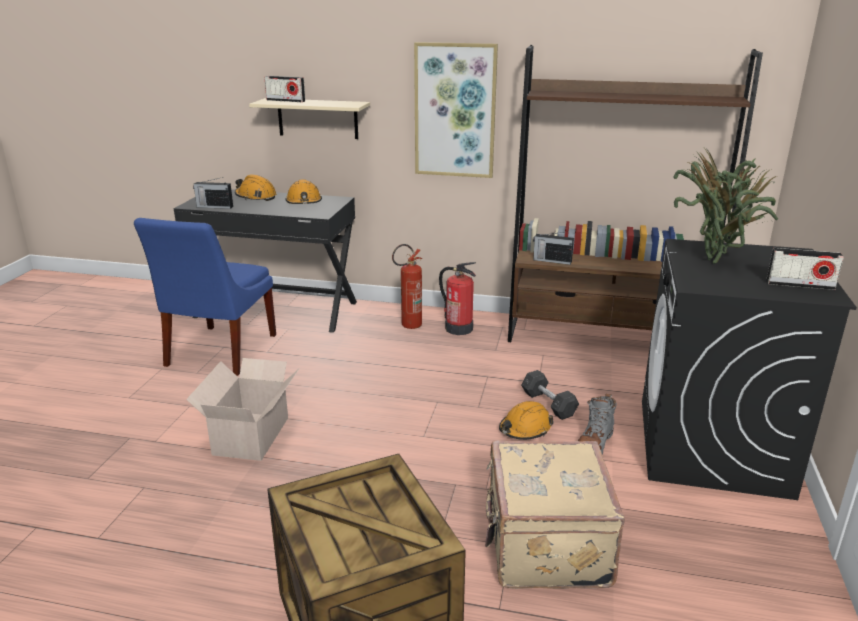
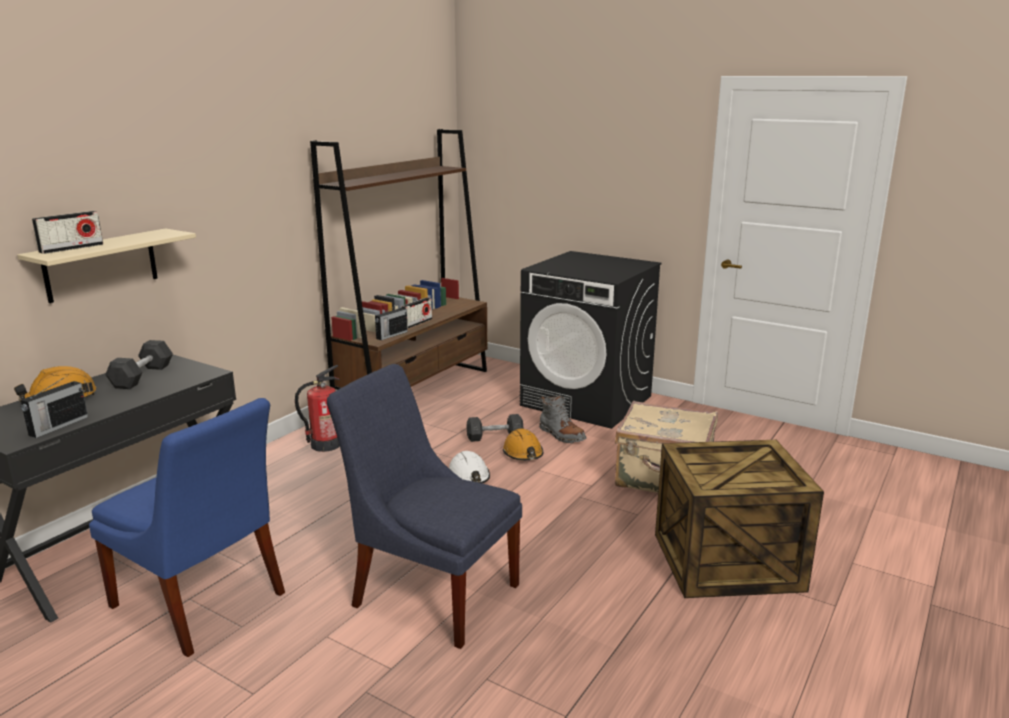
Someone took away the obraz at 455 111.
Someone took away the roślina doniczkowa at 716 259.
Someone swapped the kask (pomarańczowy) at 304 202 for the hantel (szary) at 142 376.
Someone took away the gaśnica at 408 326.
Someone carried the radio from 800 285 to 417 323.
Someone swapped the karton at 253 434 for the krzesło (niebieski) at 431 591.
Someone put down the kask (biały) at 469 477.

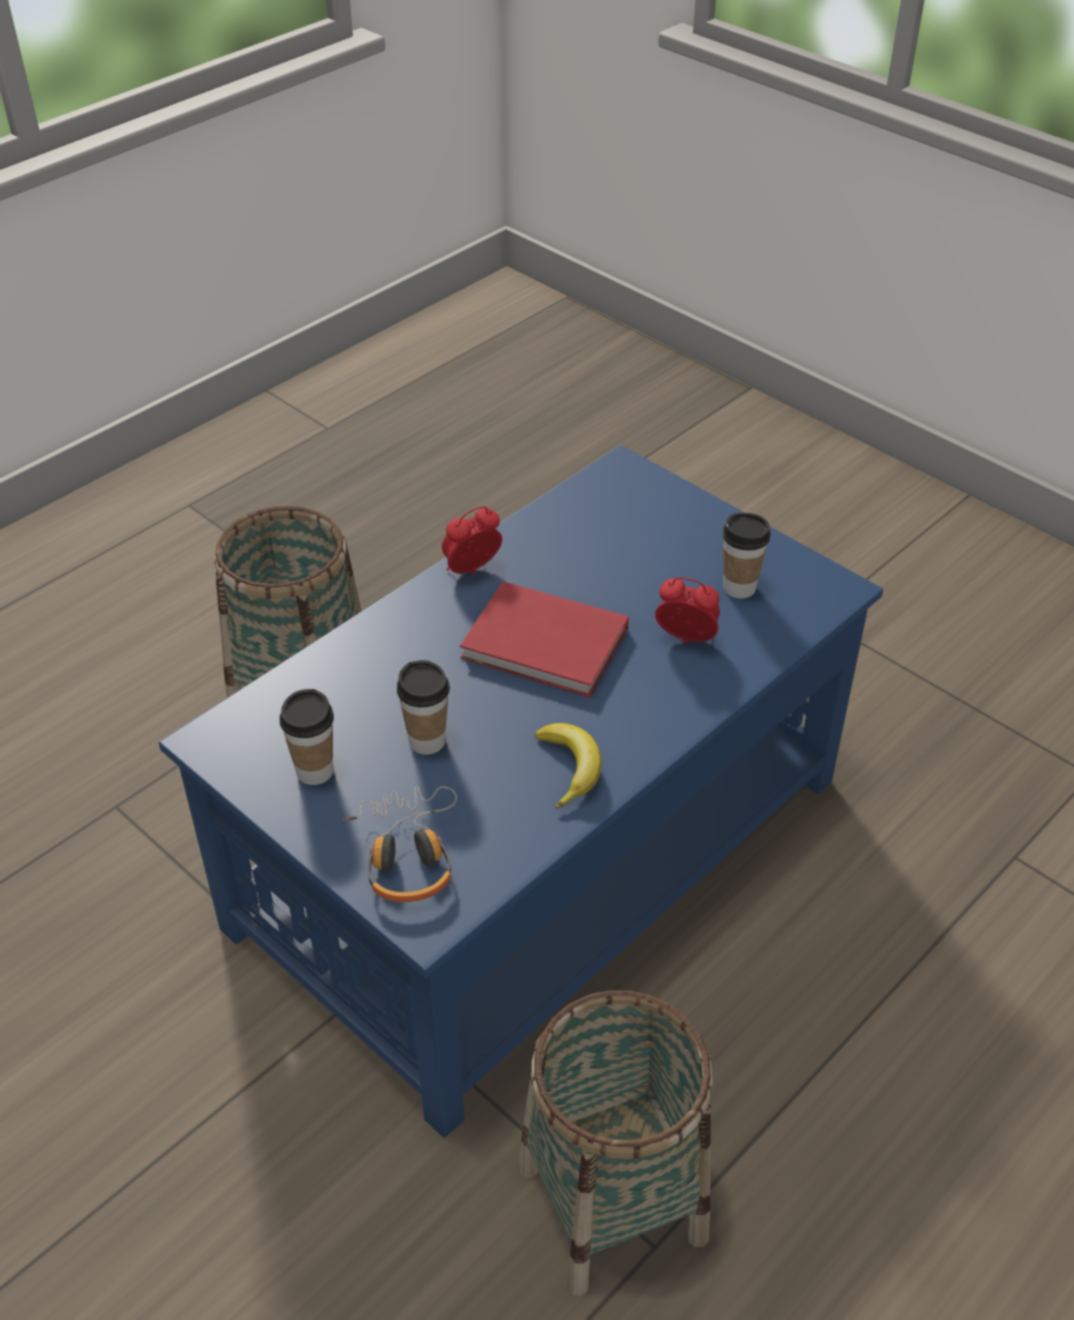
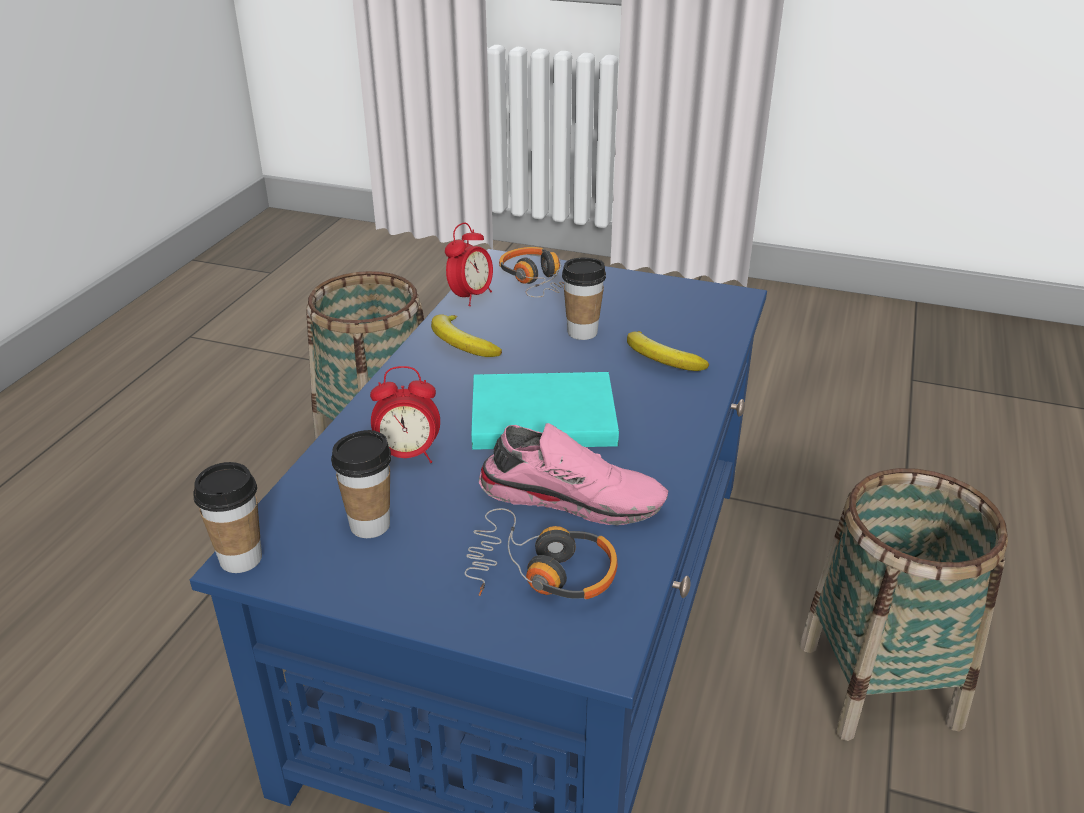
Someone carried the budzik from 472 571 to 471 297.
Someone repainted the książka (czerwony) at 548 646, which became the książka (turkusowy) at 538 415.
Someone carried the filiżanka from 314 771 to 241 559.
Someone put down the banan at 661 360.
Someone put down the but (różowy) at 573 497.
Someone put down the słuchawki at 540 572.

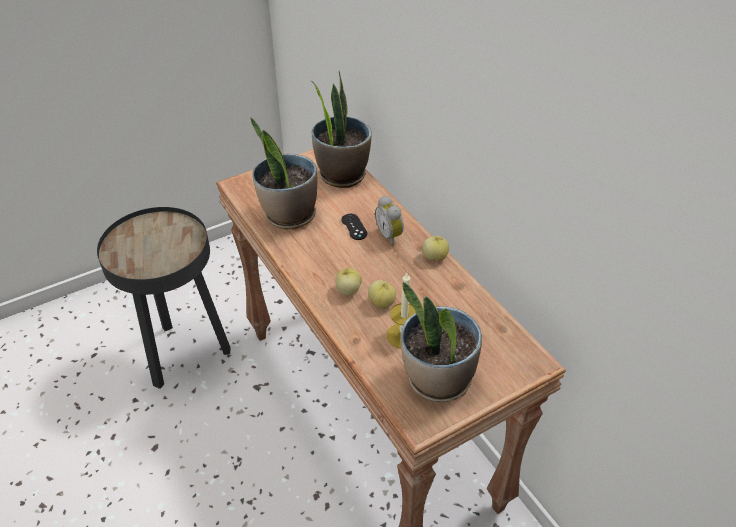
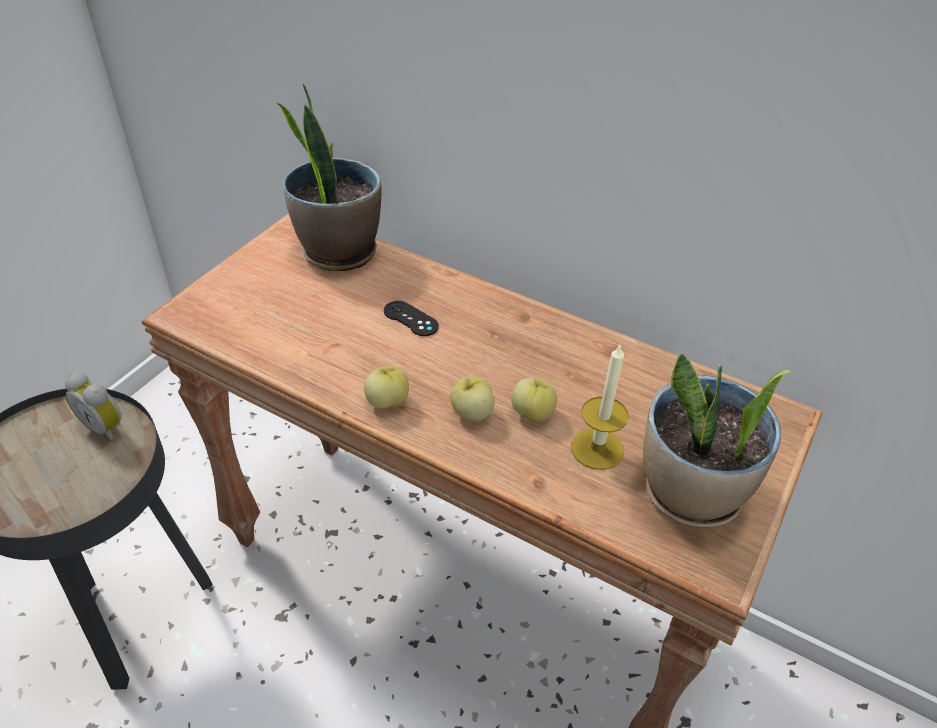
Someone took away the roślina doniczkowa at 289 215.
Someone carried the budzik from 390 236 to 106 427.
Someone carried the jabłko from 434 257 to 387 401.

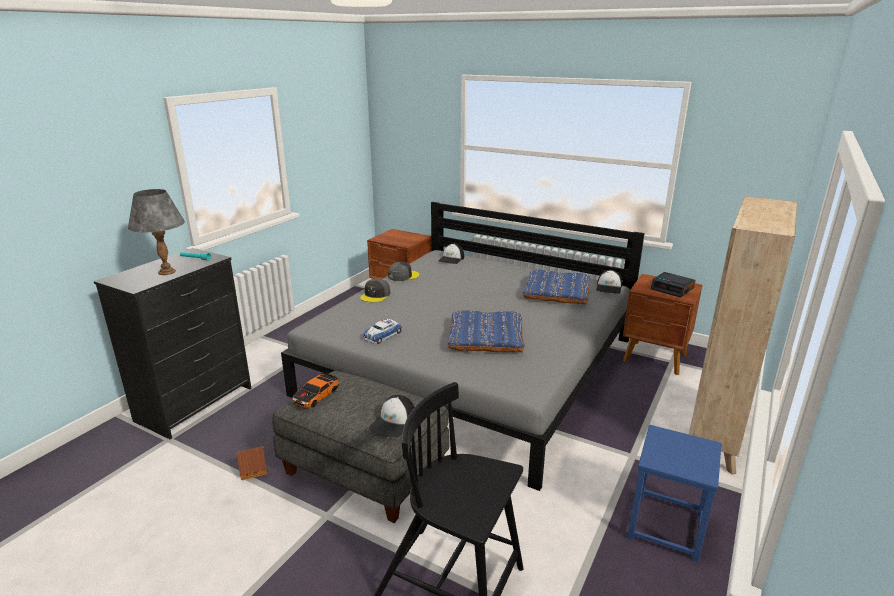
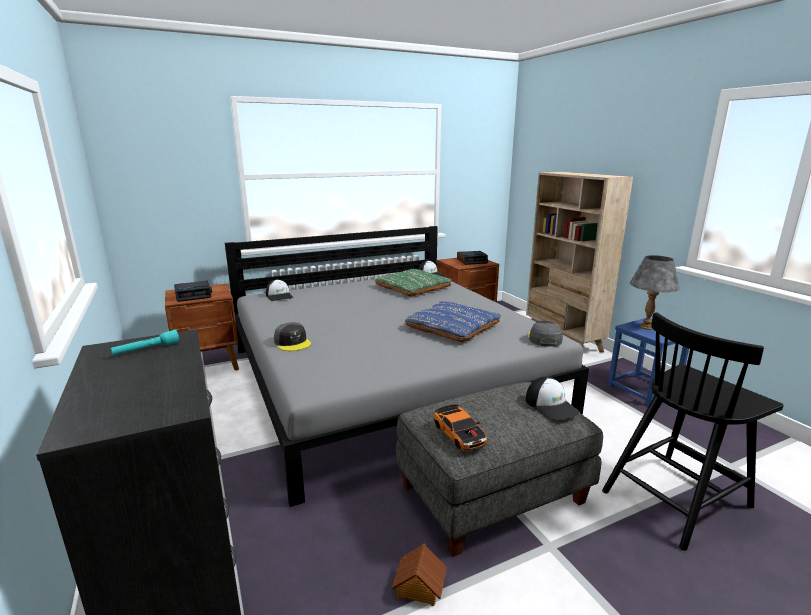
Someone carried the lampa stołowa (szary) from 166 272 to 646 327.
Someone carried the czapka z daszkiem (szary) from 403 276 to 544 338.
Someone repainted the poduszka (niebieski) at 557 292, which became the poduszka (zielony) at 413 287.
Someone took away the samochodzik at 382 335.
Someone put down the budzik at 193 295.

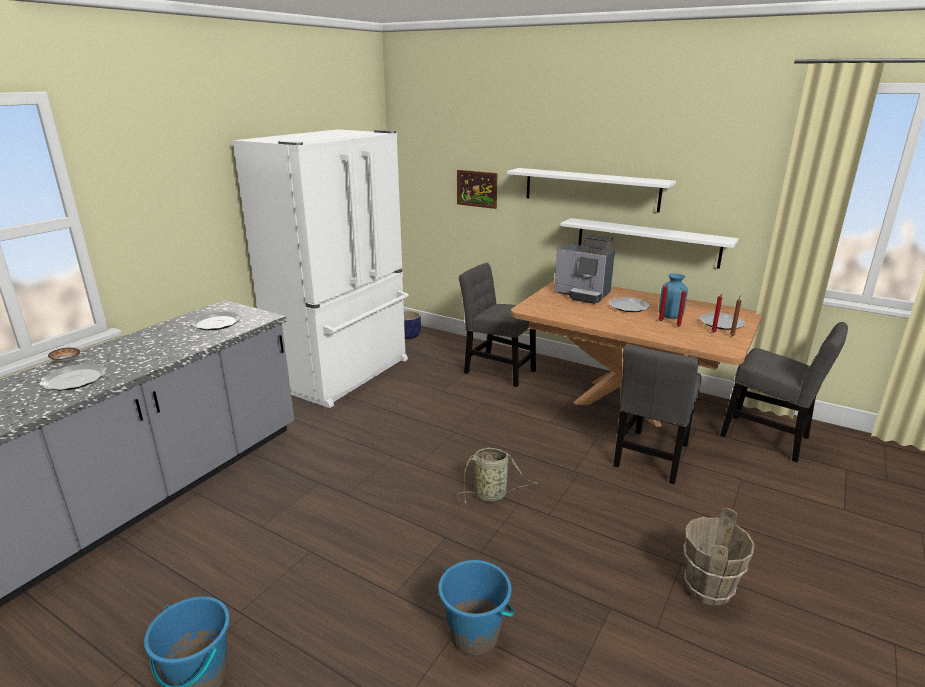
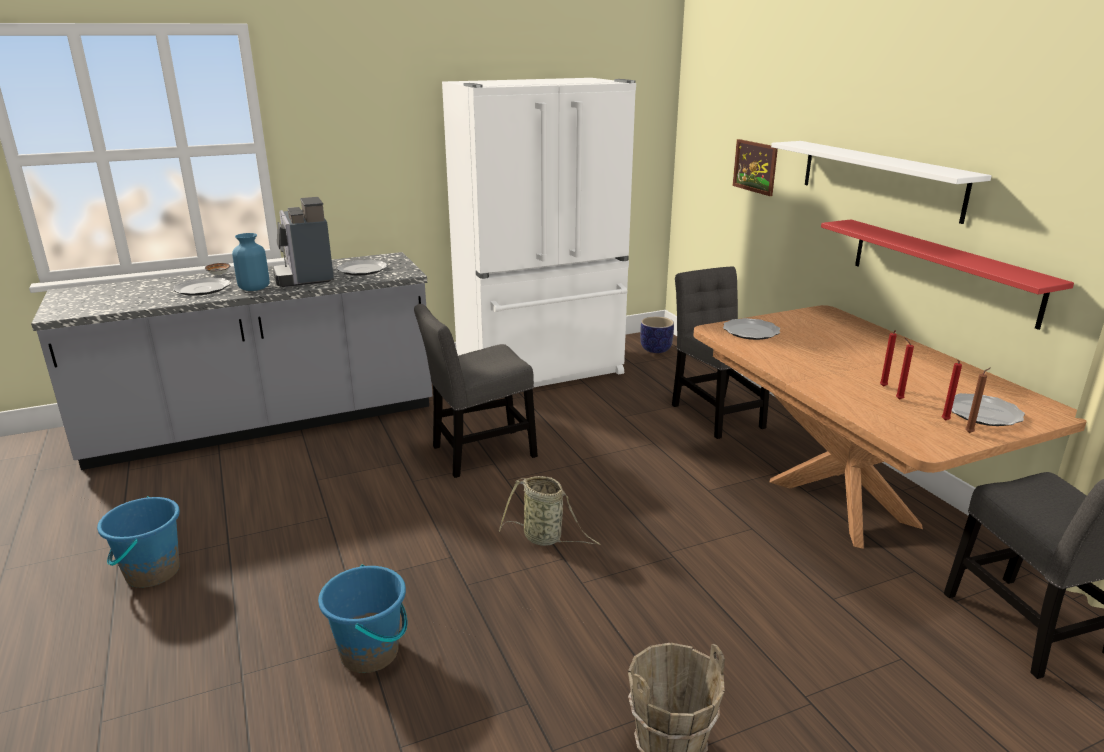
Someone repainted the półka (biały) at 647 242, which became the półka (czerwony) at 942 270.
Someone carried the ekspres do kawy from 583 295 to 305 277.
Someone carried the wazon (niebieski) from 670 316 to 254 288.
Someone carried the talerz from 628 306 to 751 331.
Someone carried the krzesło (szary) from 651 458 to 479 453.

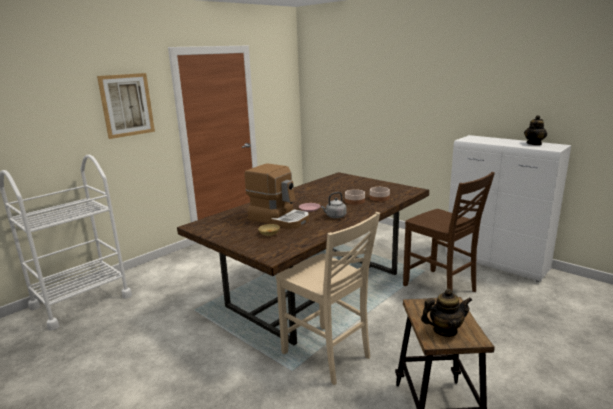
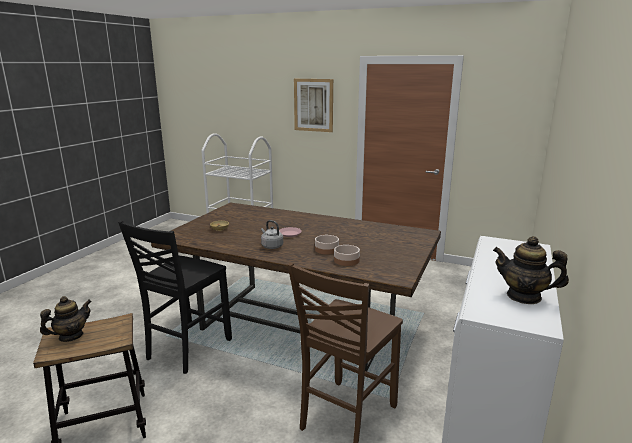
Someone took away the ekspres do kawy at 279 218.
Someone repainted the krzesło (beżowy) at 327 355, which became the krzesło (czarny) at 187 349.
Someone rotated the imbryk at 444 330 by 105 degrees counterclockwise.

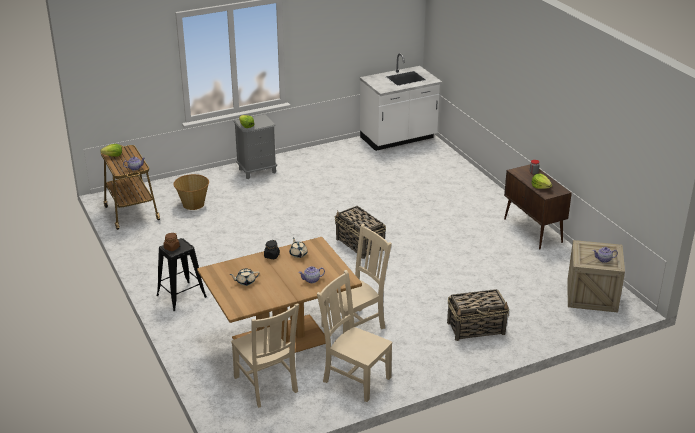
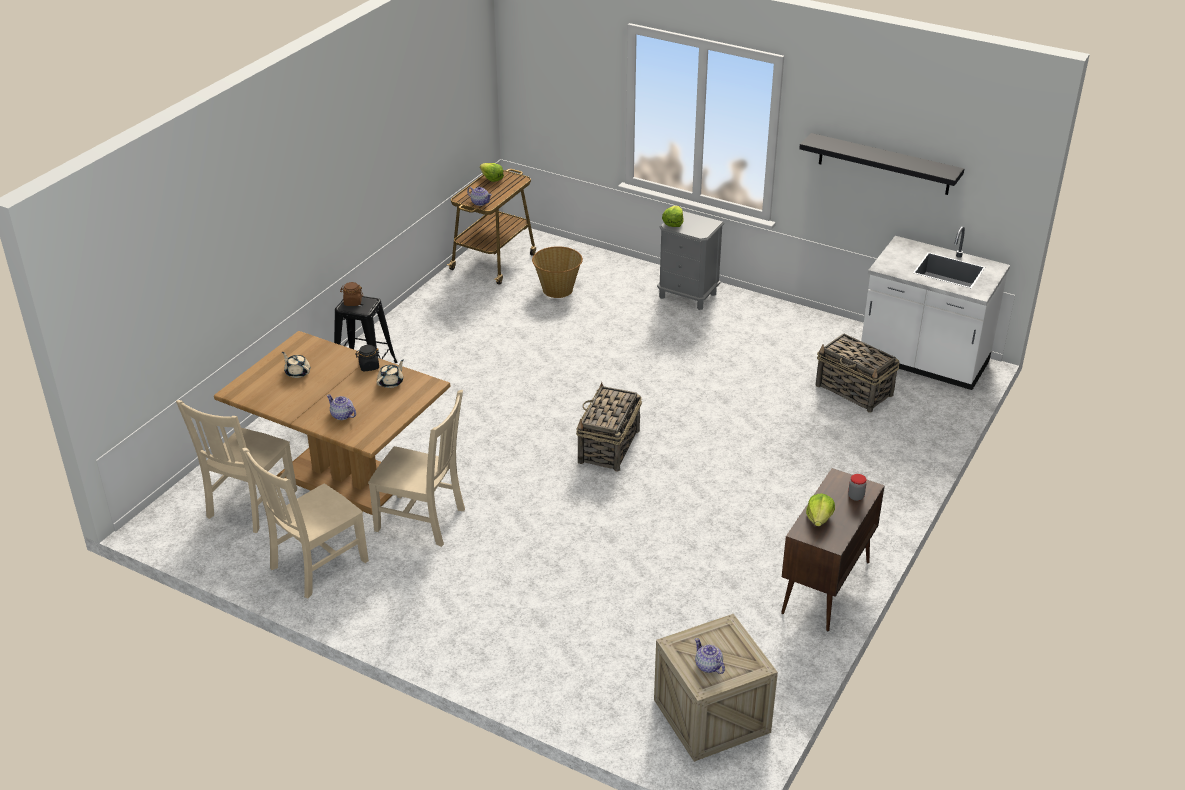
Someone rotated the krzesło (beżowy) at 355 378 by 135 degrees counterclockwise.
Someone carried the koszyk from 476 328 to 854 391.
Someone put up the półka (czarny) at 884 164.

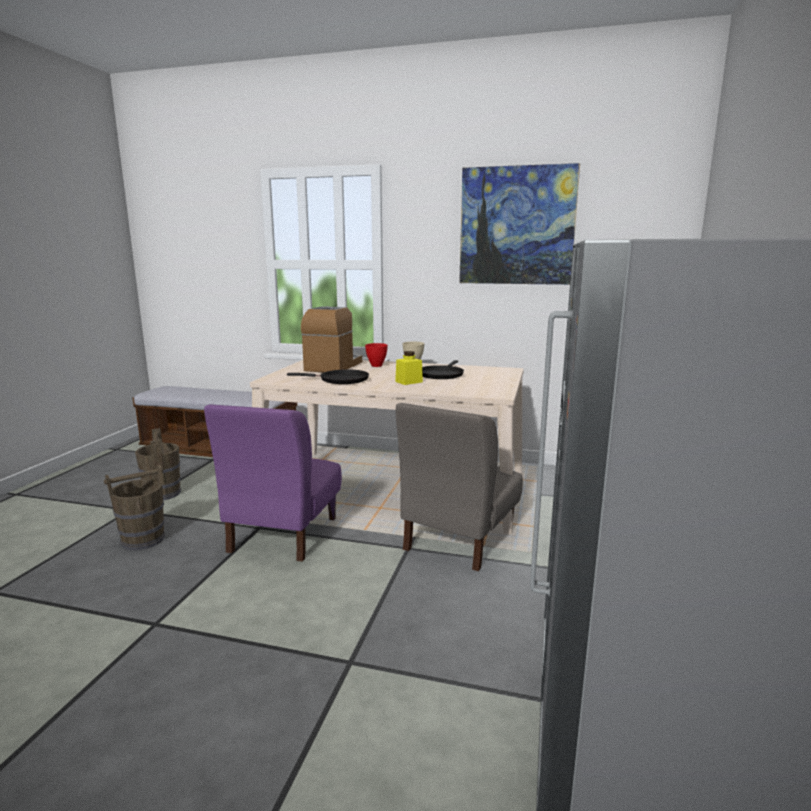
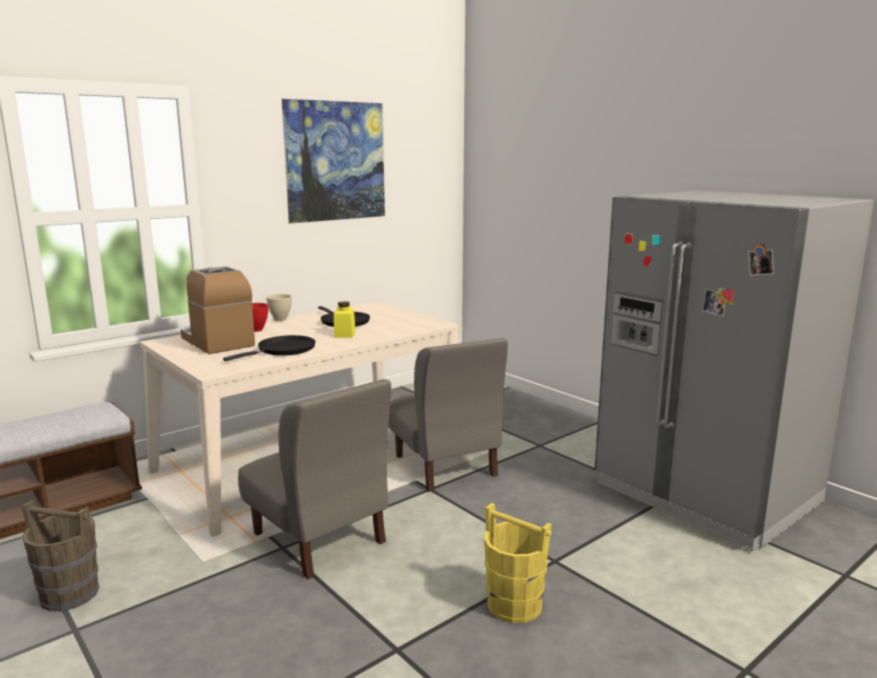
Someone repainted the krzesło (fioletowy) at 282 535, which became the krzesło (szary) at 319 538.
Someone took away the wiadro (brązowy) at 142 540.
Someone put down the wiadro (żółty) at 515 605.

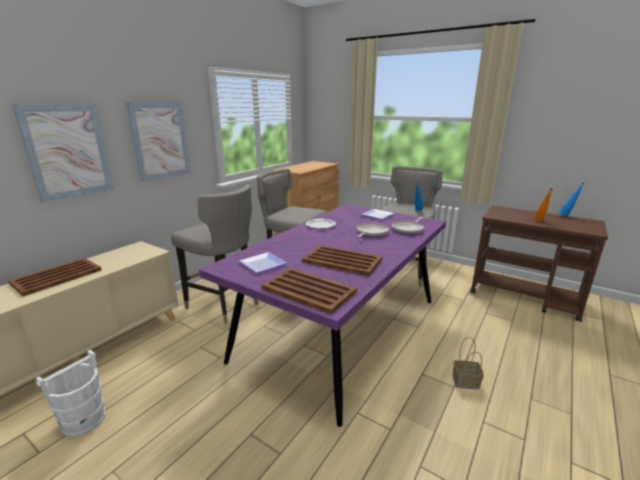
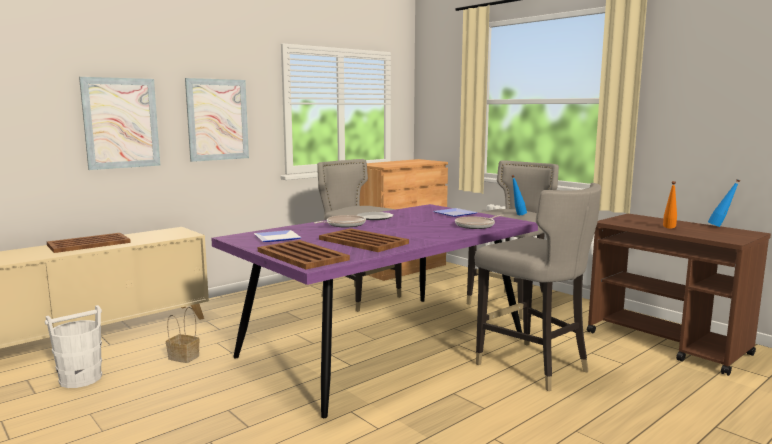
Someone carried the stołek (szary) from 224 305 to 533 367.
Someone carried the patelnia from 371 233 to 344 225.
Someone carried the koszyk from 466 381 to 185 357.

